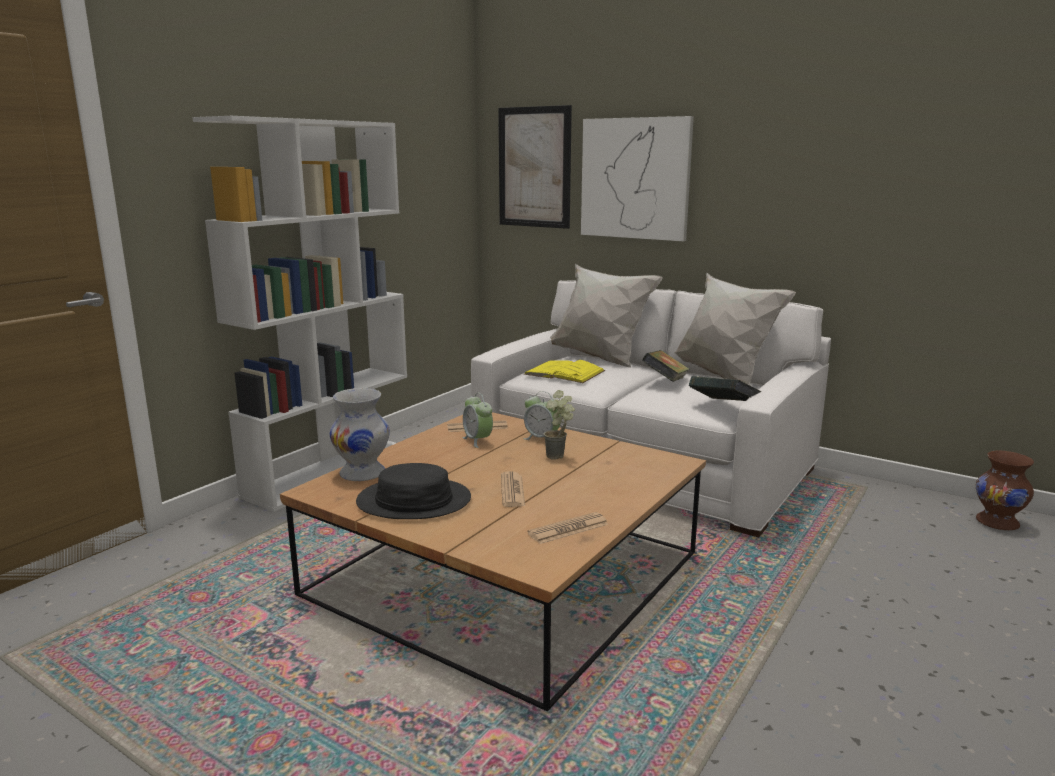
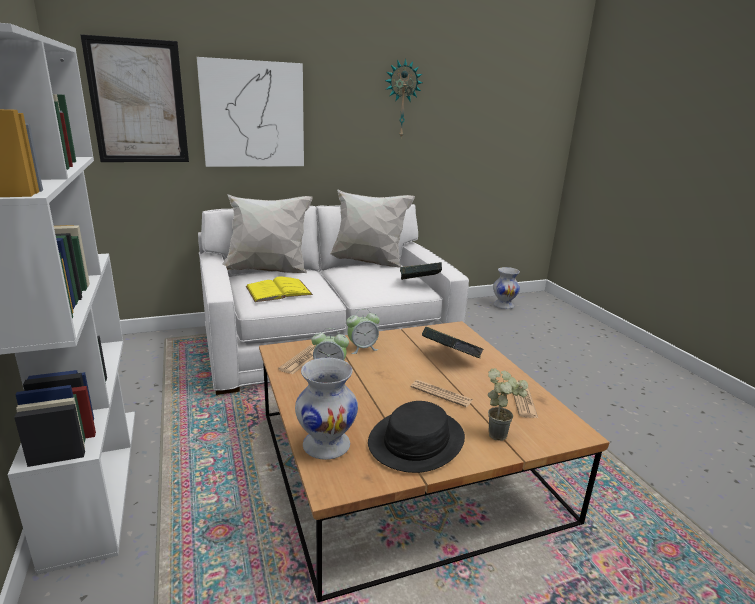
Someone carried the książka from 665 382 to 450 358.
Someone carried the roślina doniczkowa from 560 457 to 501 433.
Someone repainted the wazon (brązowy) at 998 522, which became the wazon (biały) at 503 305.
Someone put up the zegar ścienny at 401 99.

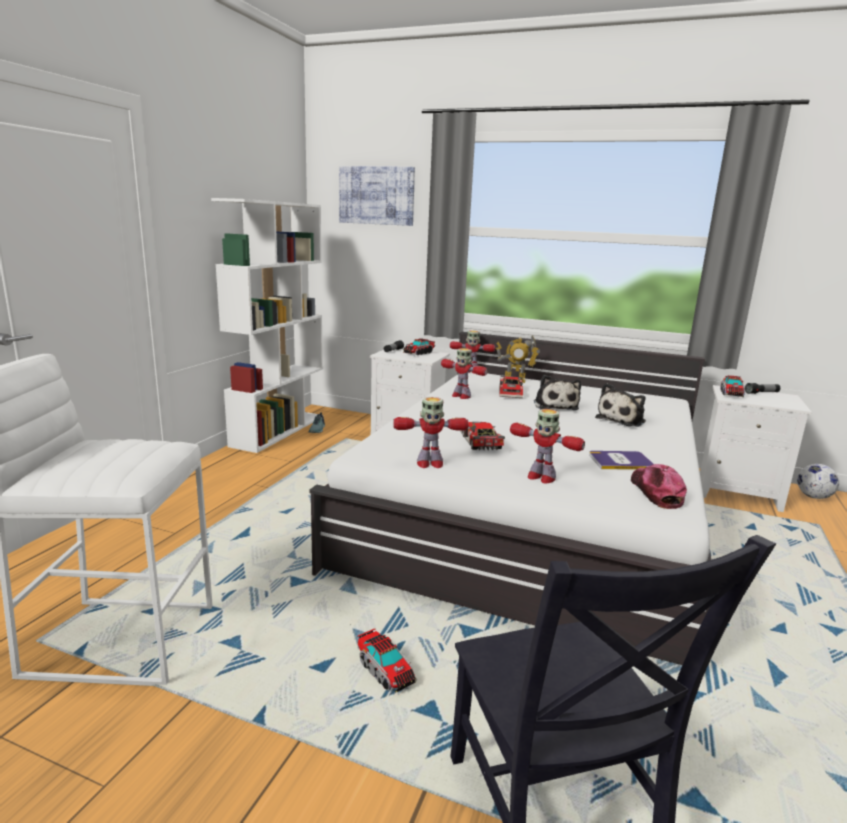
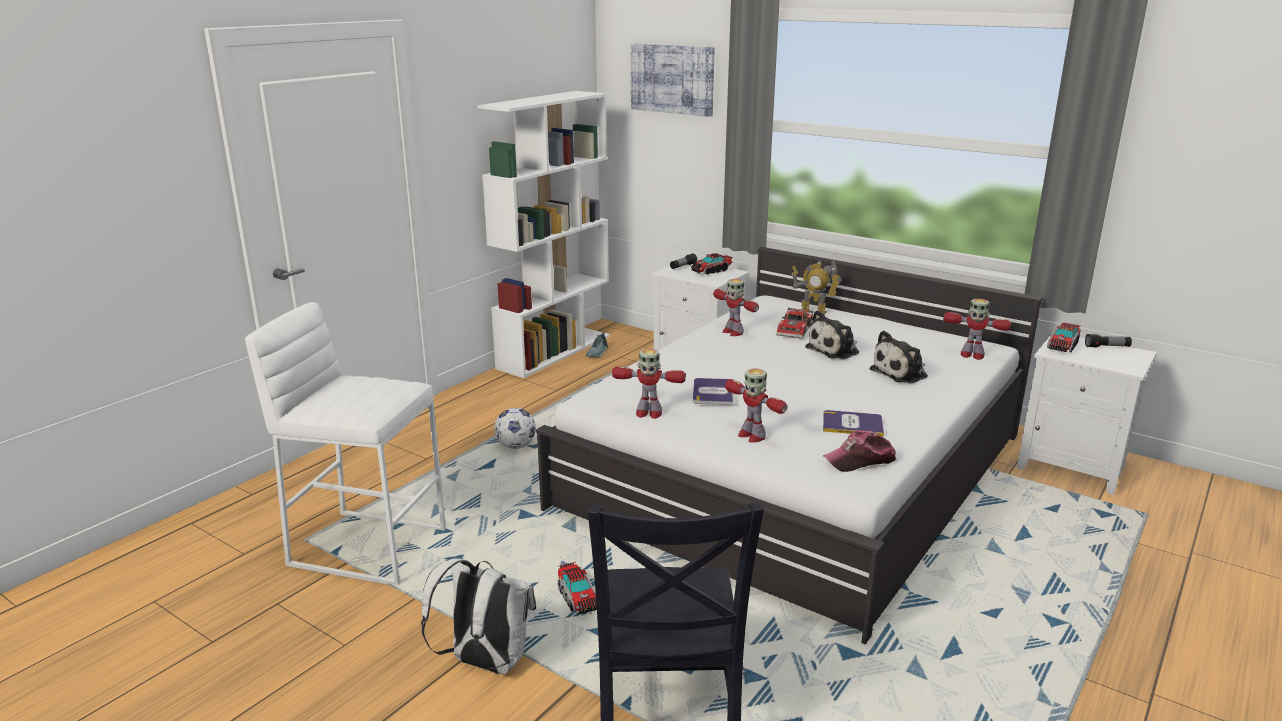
Someone carried the robot zabawkowy from 470 371 to 971 355.
Someone rotated the pluszak at 555 406 by 45 degrees clockwise.
Someone swapped the samochodzik at 479 442 for the książka at 712 392.
Someone rotated the czapka z daszkiem at 656 492 by 120 degrees counterclockwise.
Someone carried the piłka futbolowa from 813 497 to 516 446.
Someone put down the plecak (biały) at 485 663.

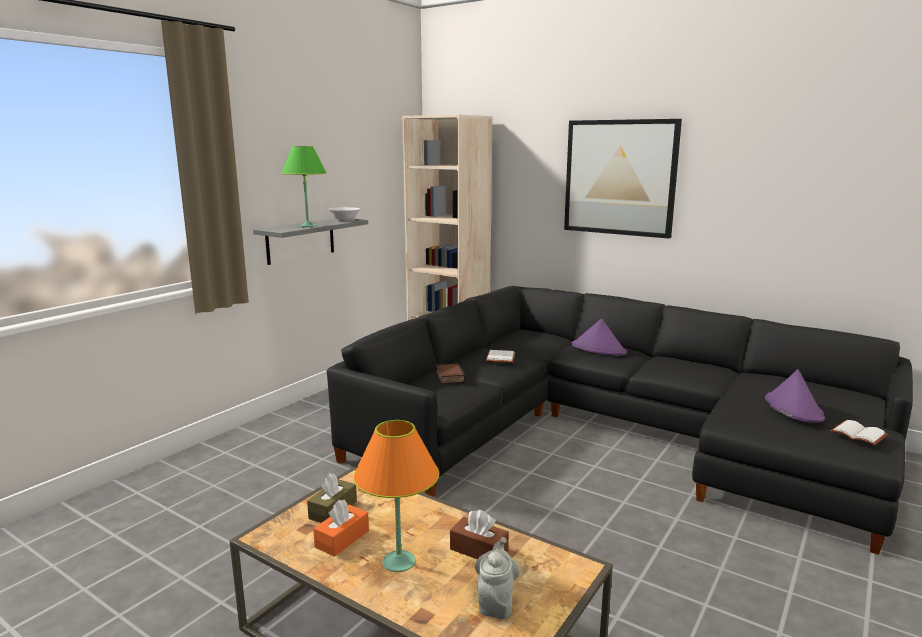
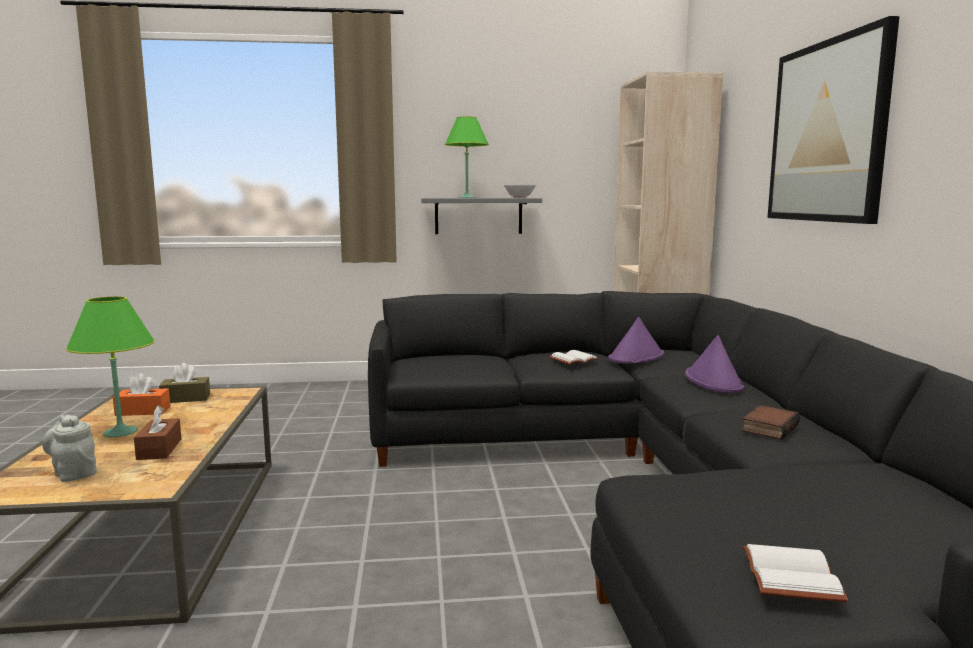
Someone carried the książka from 449 377 to 768 427.
Someone carried the kapelusz (fioletowy) from 793 408 to 636 357.
Someone repainted the lampa stołowa (pomarańczowy) at 399 561, which became the lampa stołowa (zielony) at 121 432.
Someone rotated the imbryk (szary) at 496 602 by 105 degrees counterclockwise.

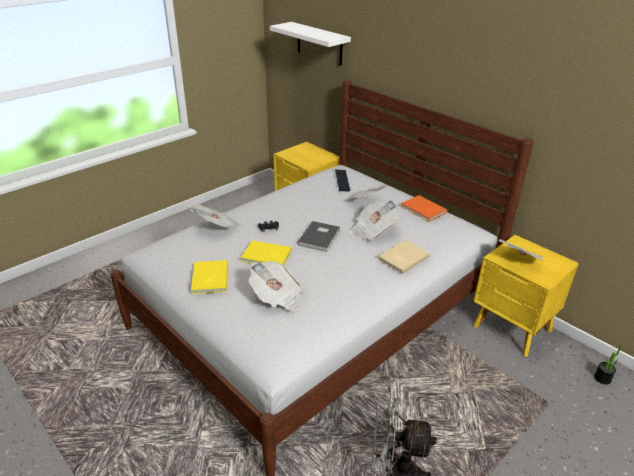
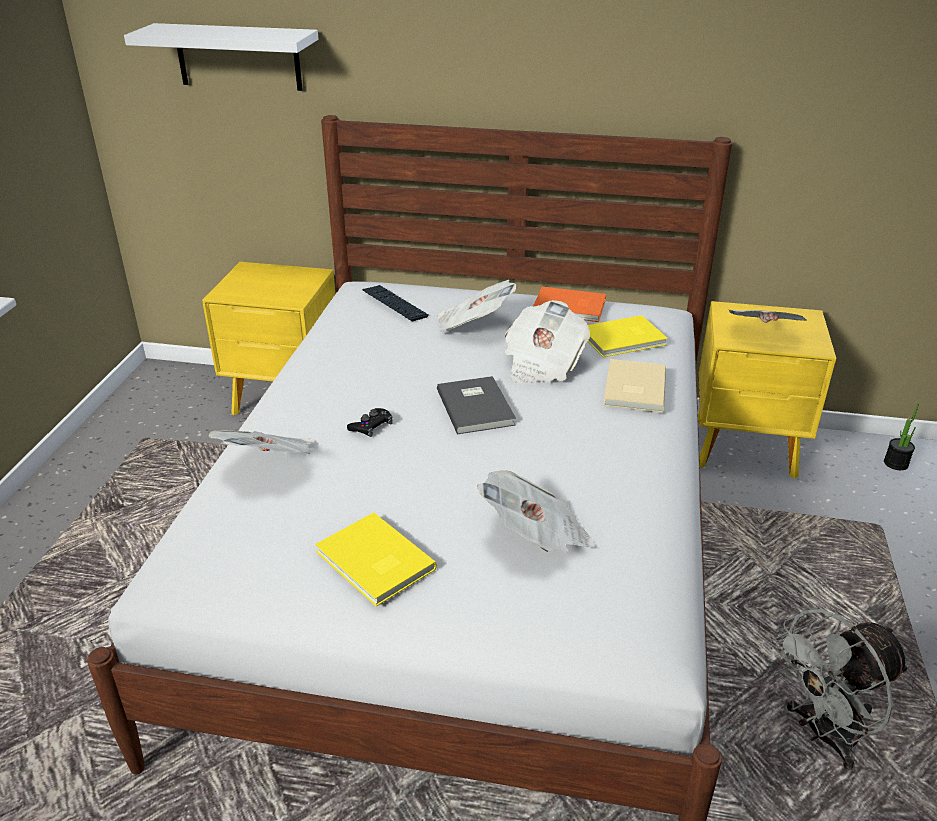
Someone carried the książka (żółty) from 267 256 to 624 339.

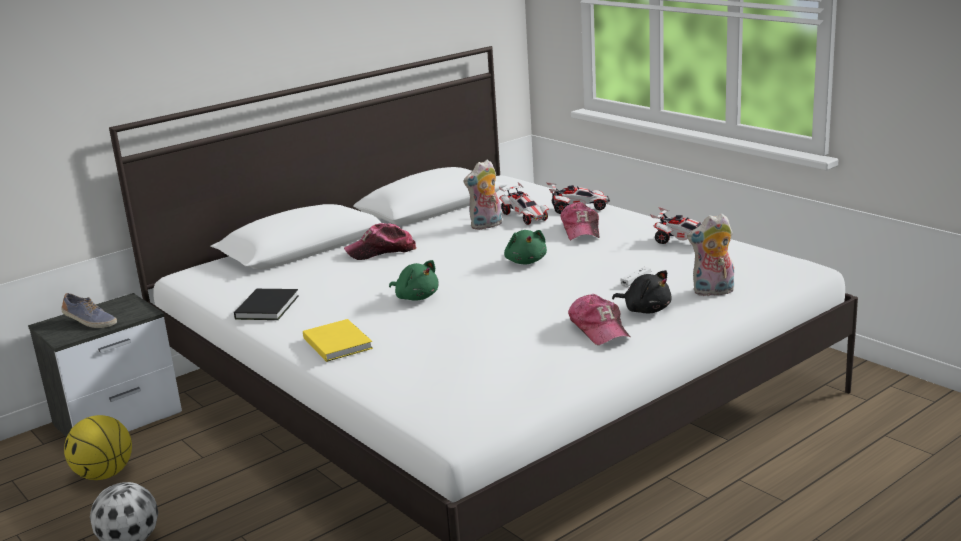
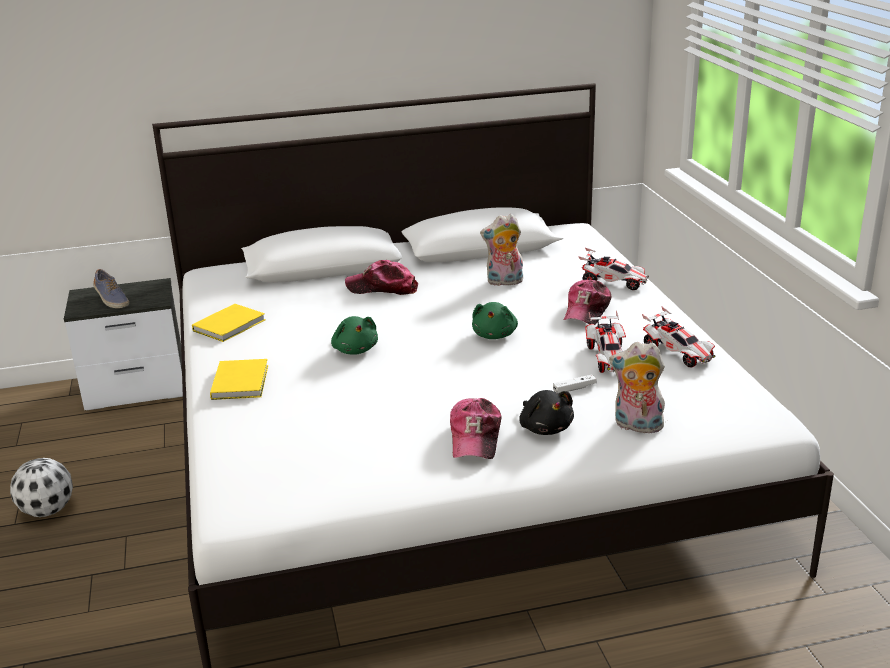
Someone carried the samochodzik from 525 217 to 608 358.
Someone repainted the książka (czarny) at 269 306, which became the książka (żółty) at 231 325.
Someone took away the piłka do koszykówki at 104 475.

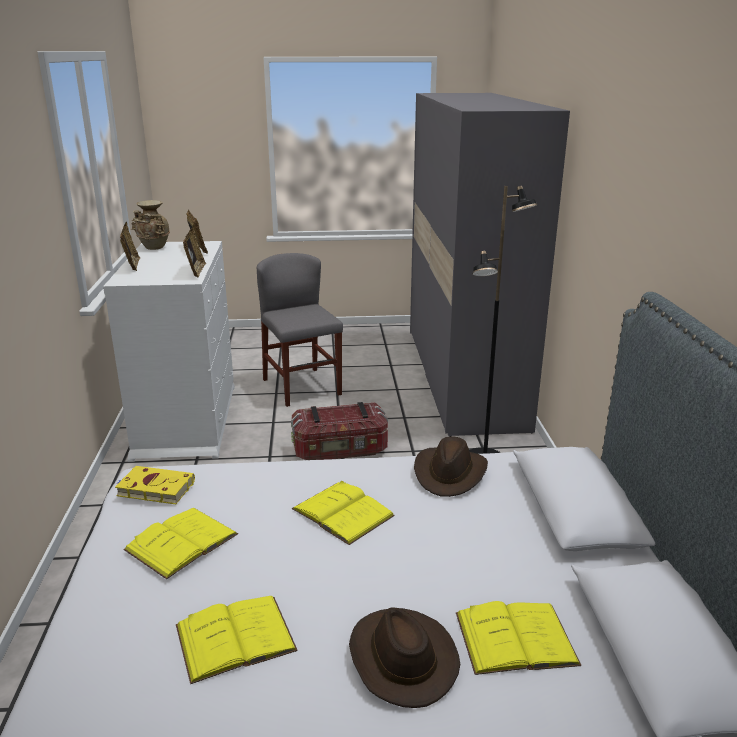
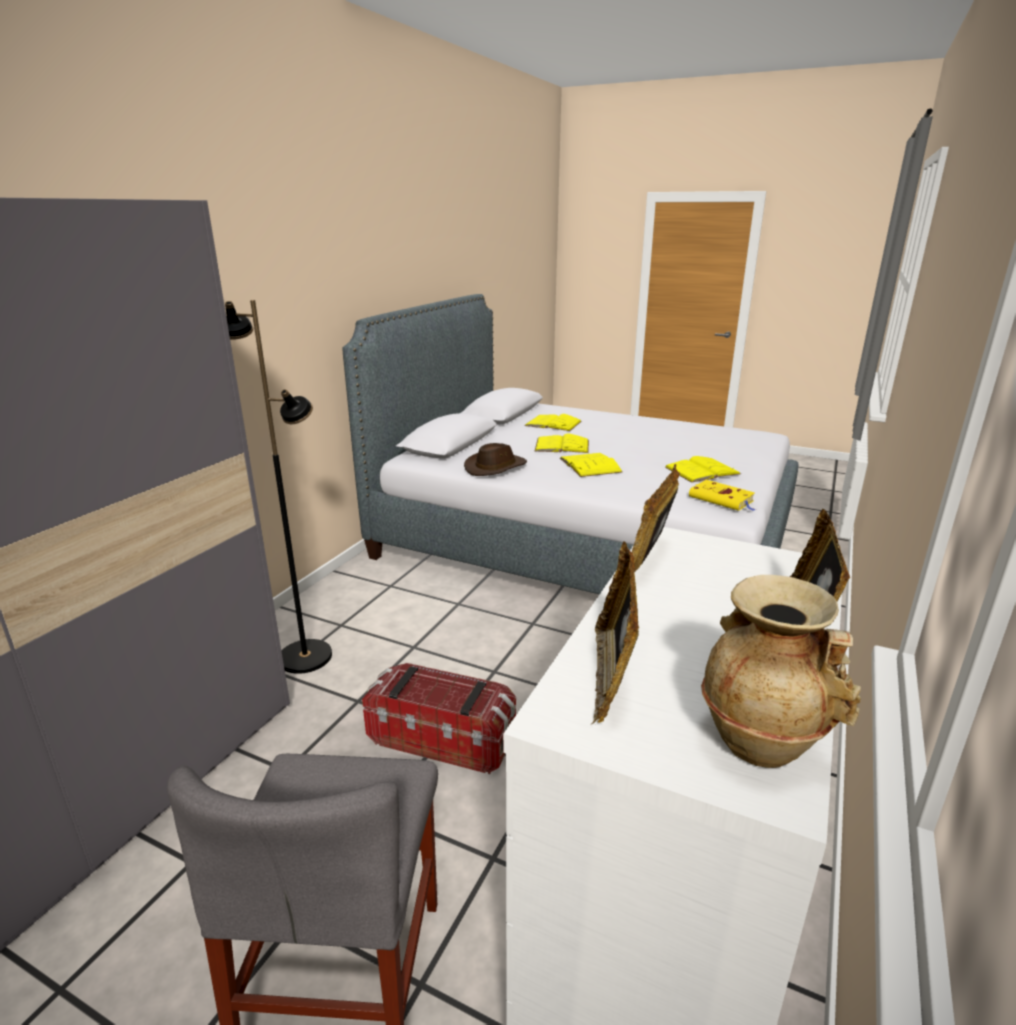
Someone carried the książka (żółty) from 235 637 to 562 445.
Someone took away the kapelusz (brązowy) at 401 658.

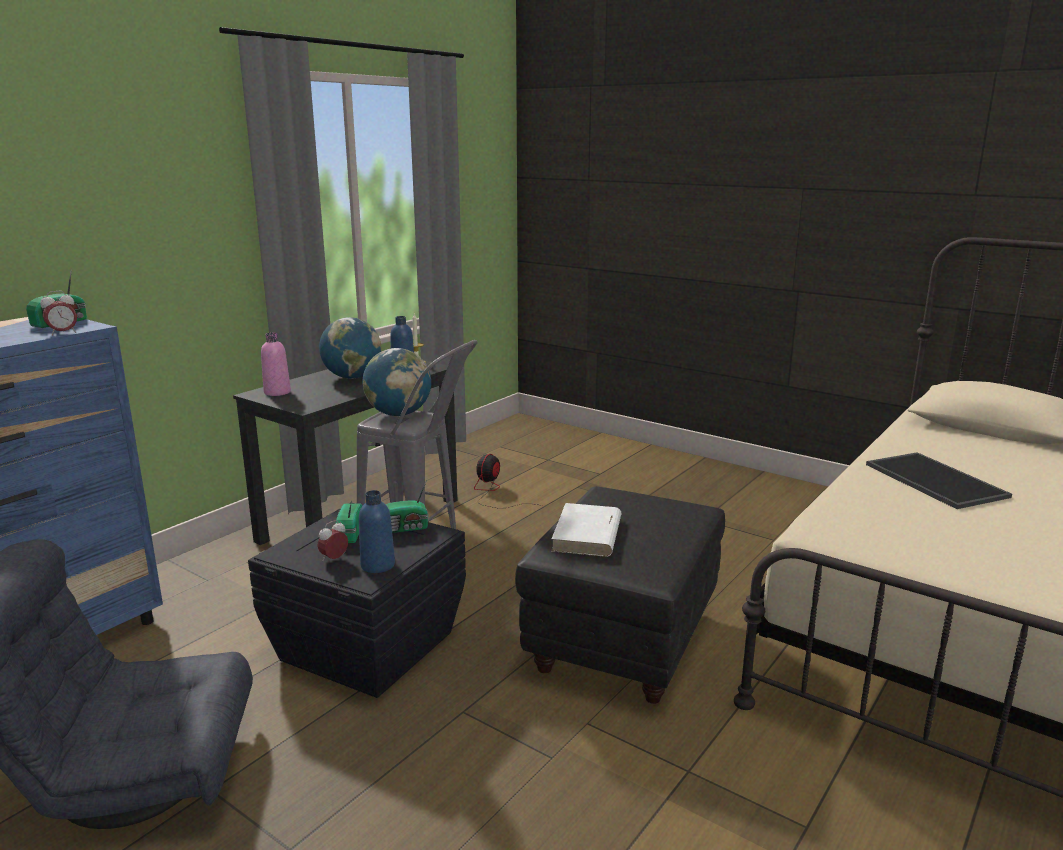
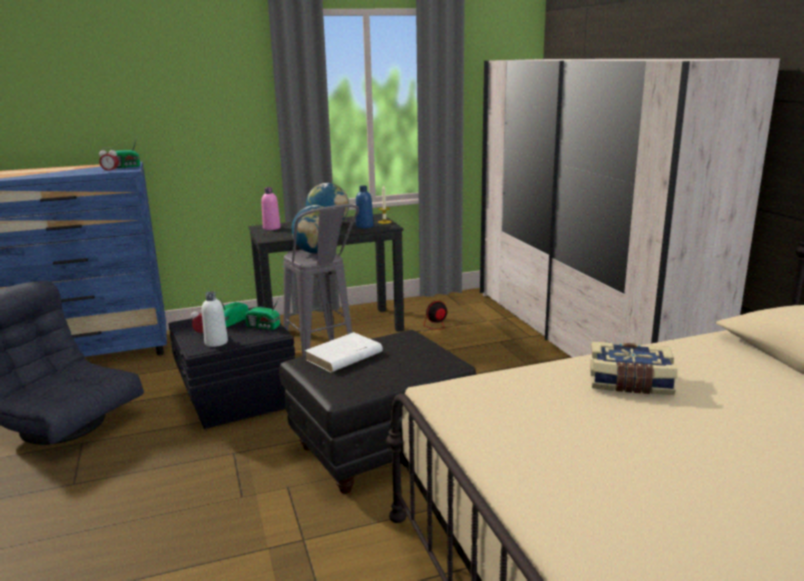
Someone swapped the taca at 932 480 for the książka at 630 383.
Someone repainted the butelka (niebieski) at 377 565, which became the butelka (biały) at 216 342.
Someone put down the szafa (biały) at 582 339.

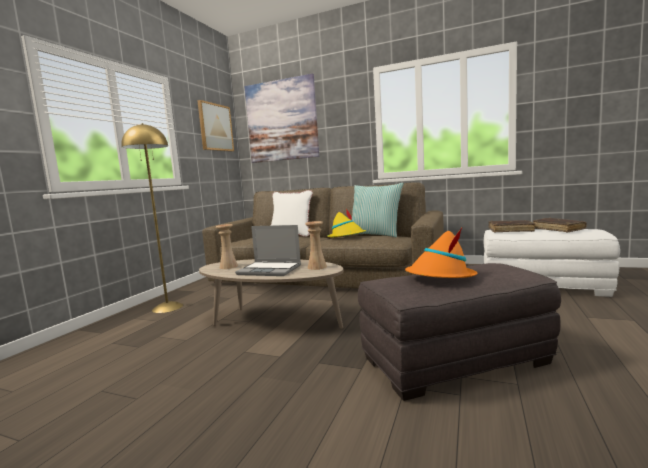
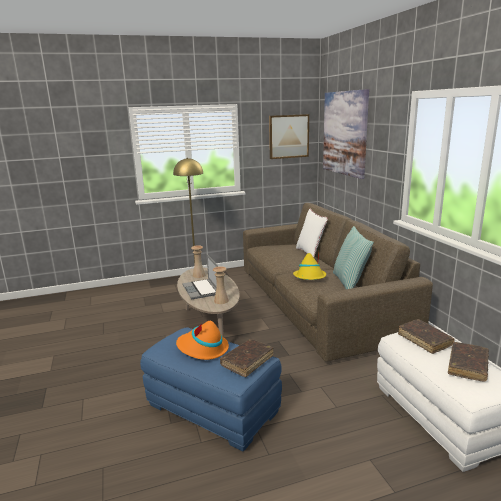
Someone repainted the pufa (szary) at 454 360, which became the pufa (niebieski) at 214 408.
Someone put down the książka (brązowy) at 247 361.

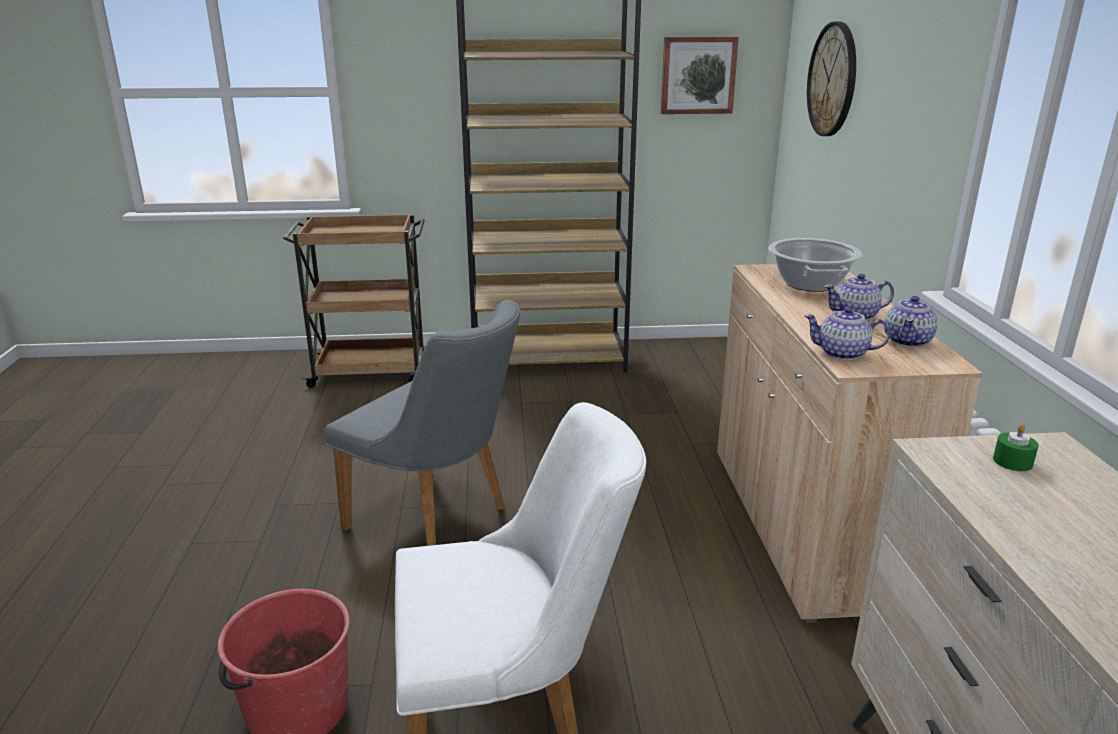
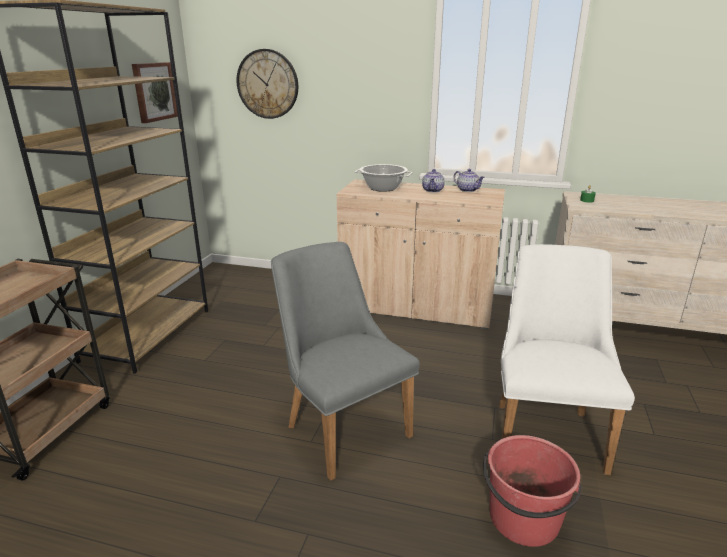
Someone rotated the krzesło (szary) at 439 521 by 90 degrees counterclockwise.
Someone took away the imbryk at 842 354.

